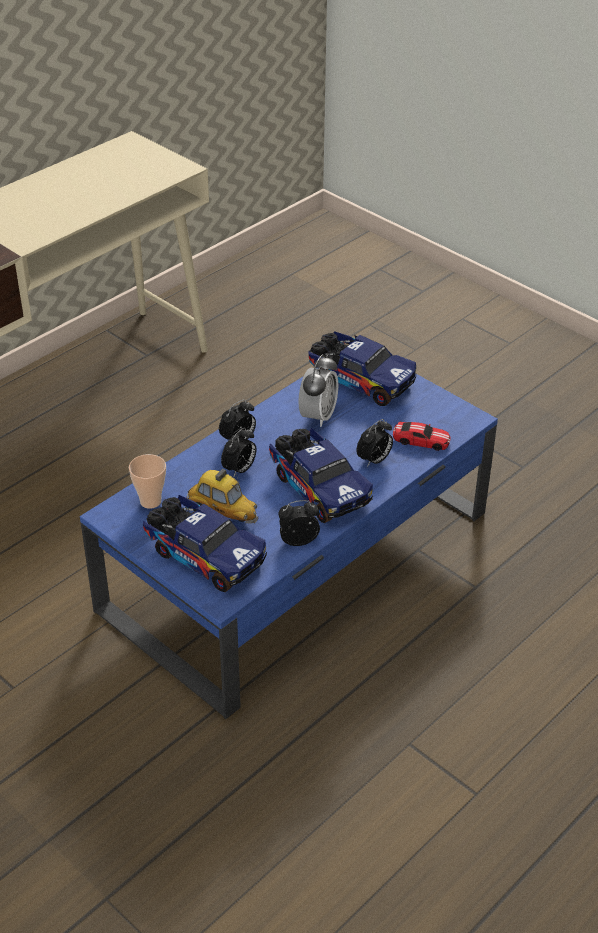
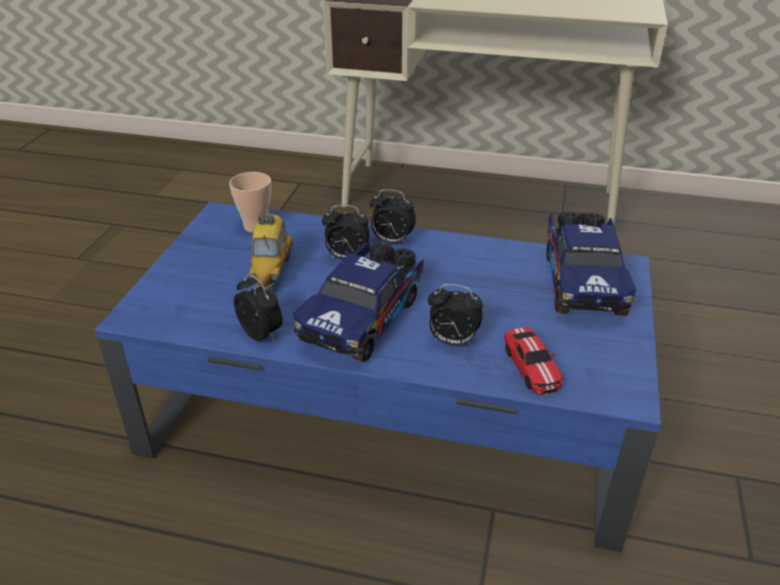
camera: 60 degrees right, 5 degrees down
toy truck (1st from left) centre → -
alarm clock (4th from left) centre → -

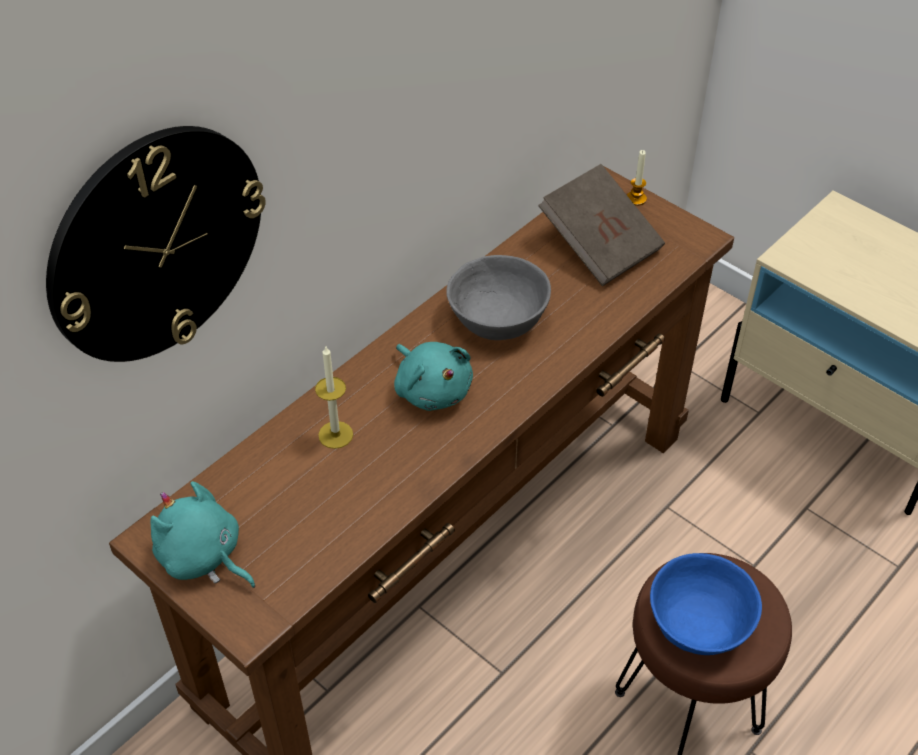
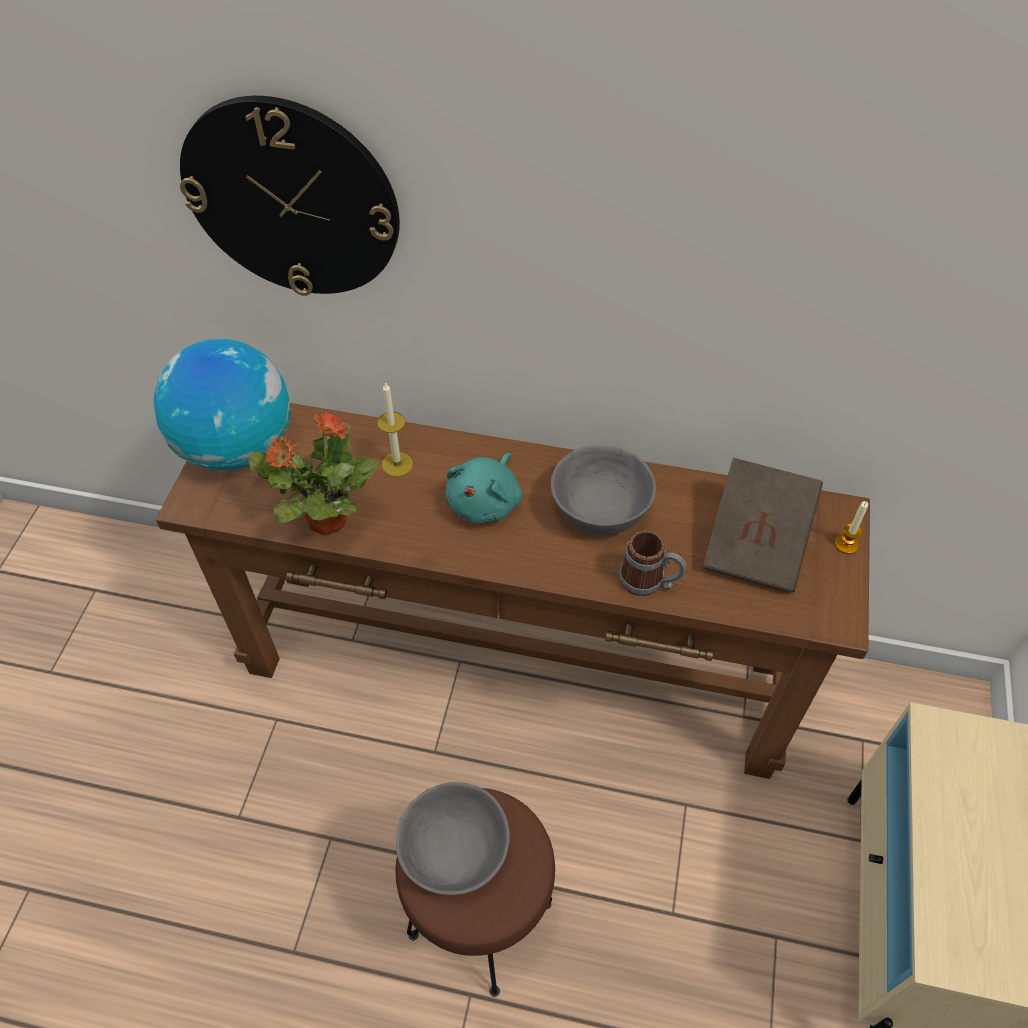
camera: 60 degrees right, 5 degrees up
plush toy/turquoise (1st from left) bottom left → globe middle left
bowl/blue bottom right → bowl/grey (1st from left) bottom centre
- → potted plant middle left
- → mug centre

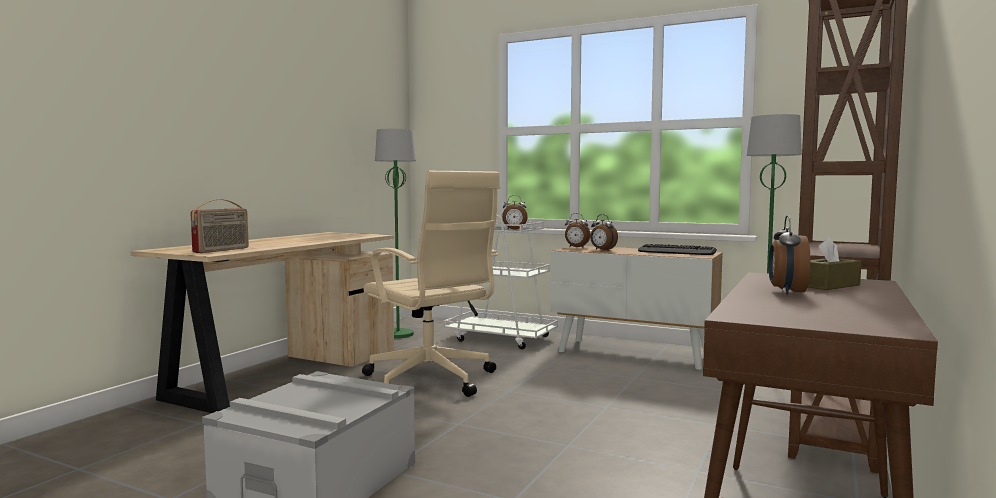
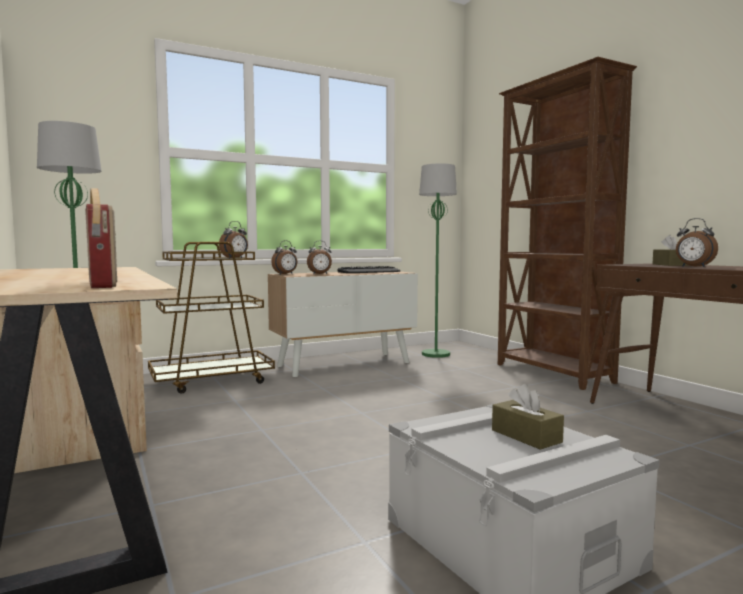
camera: 55 degrees left, 0 degrees up
office chair/beige centre → -
cart/white centre → cart/brown middle left
- → tissue box/brown (1st from left) bottom right

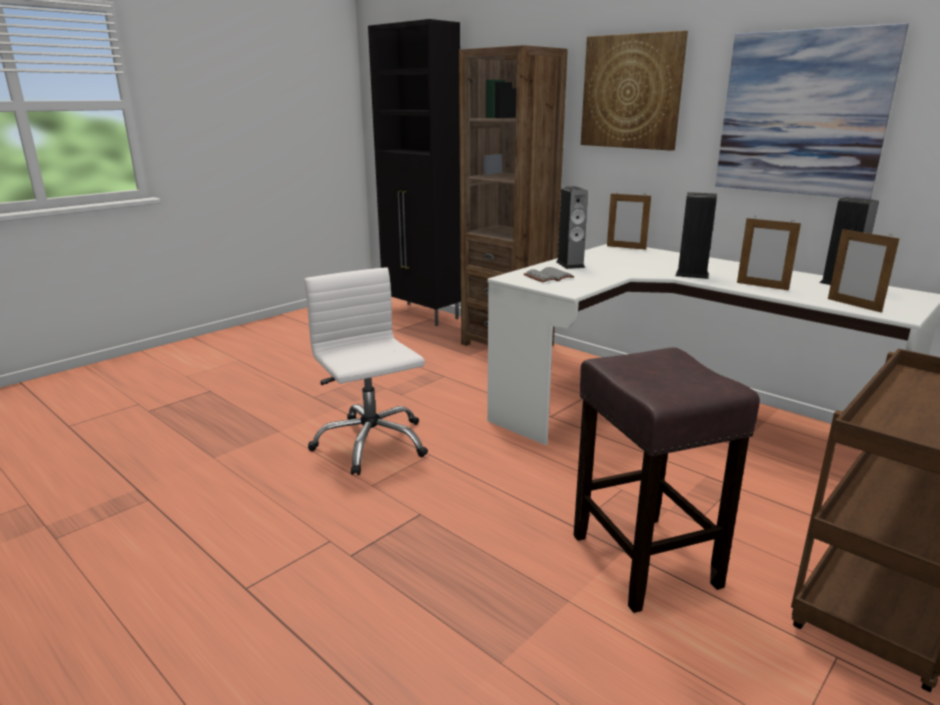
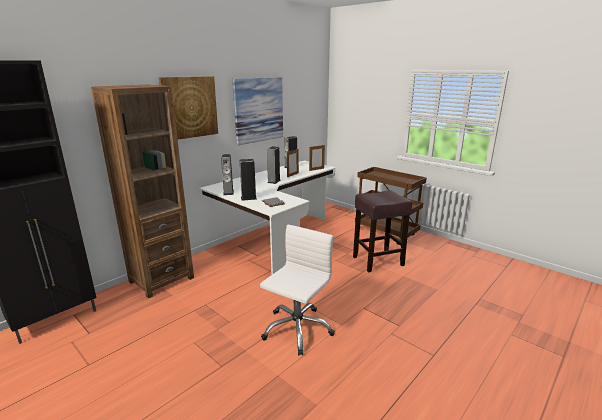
camera: 90 degrees left, 0 degrees up
office chair/white centre → office chair/white bottom centre, 150 degrees clockwise
picture frame (1st from left) top right → -
- → speaker (1st from left) centre

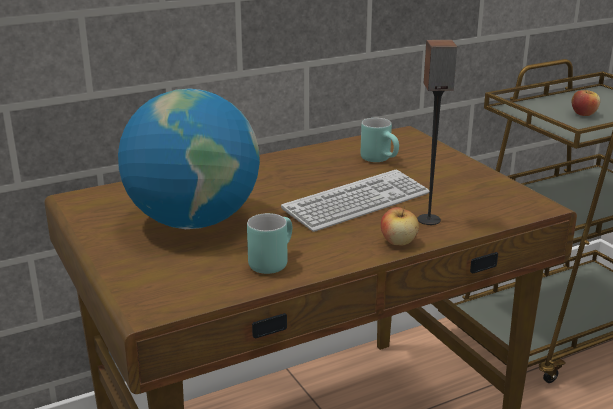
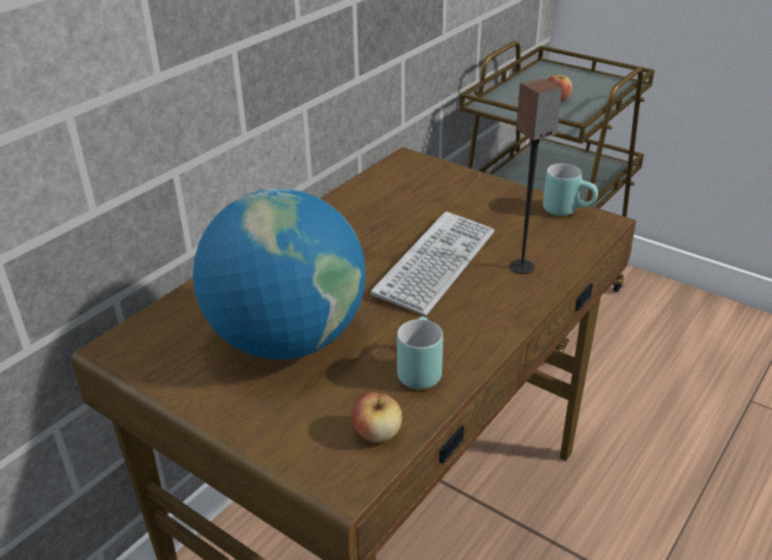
camera: 25 degrees left, 10 degrees up
mug/turquoise (2nd from left) centre → mug/turquoise (2nd from left) middle right, moved
apple (1st from left) centre → apple (1st from left) bottom centre, moved

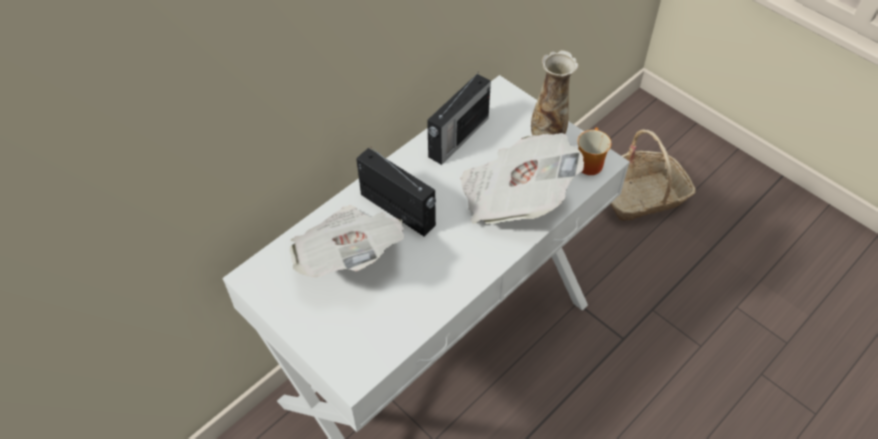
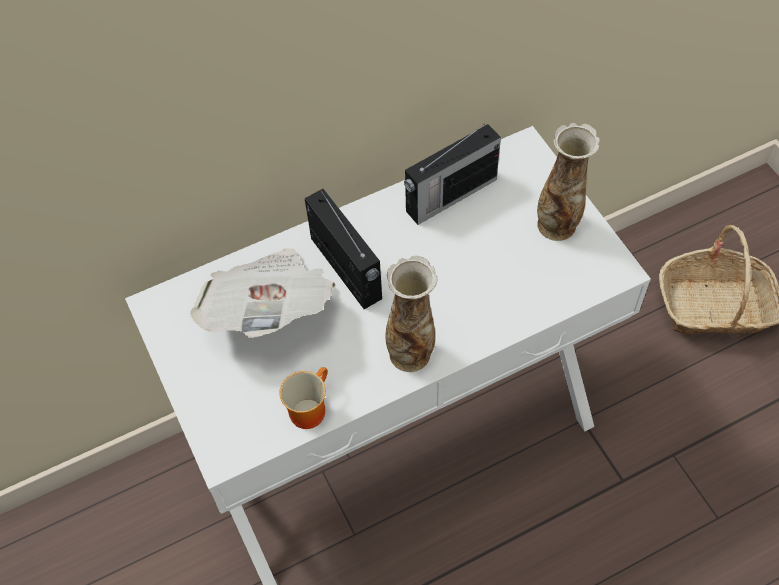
camera: 20 degrees right, 5 degrees up
newspaper (2nd from left) centre → -
mug middle right → mug bottom centre, moved
- → vase (1st from left) centre

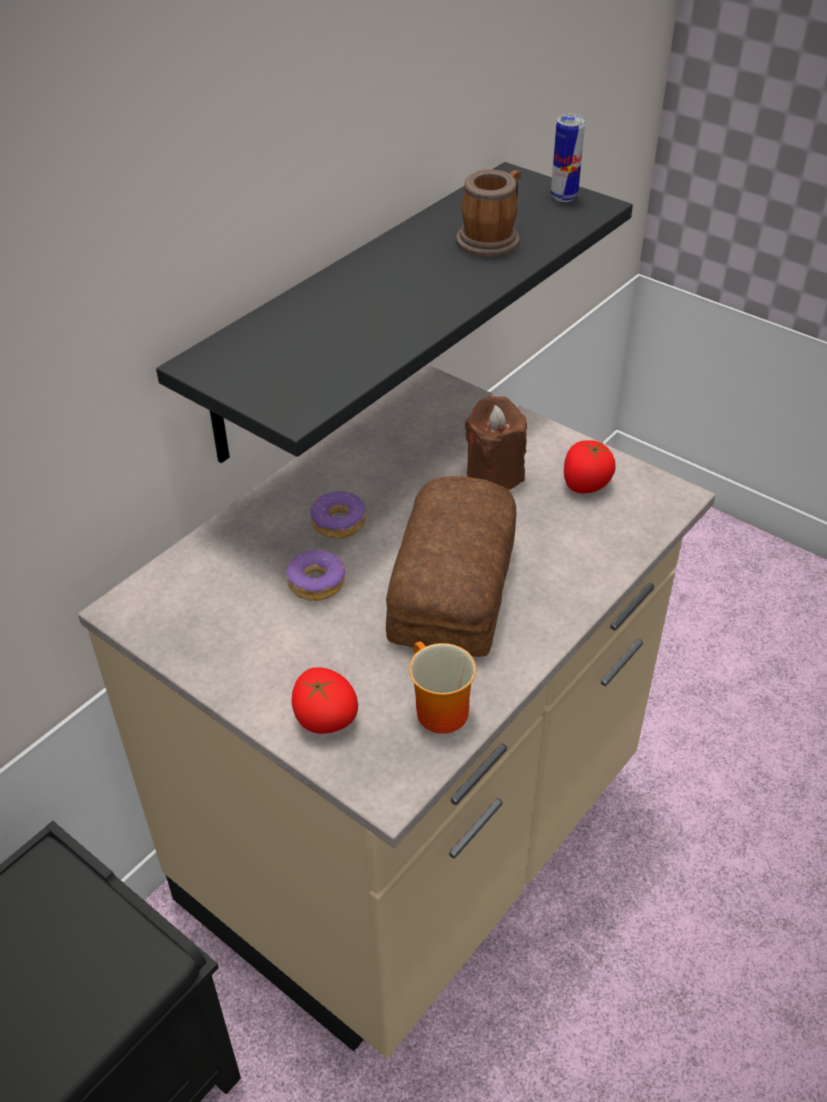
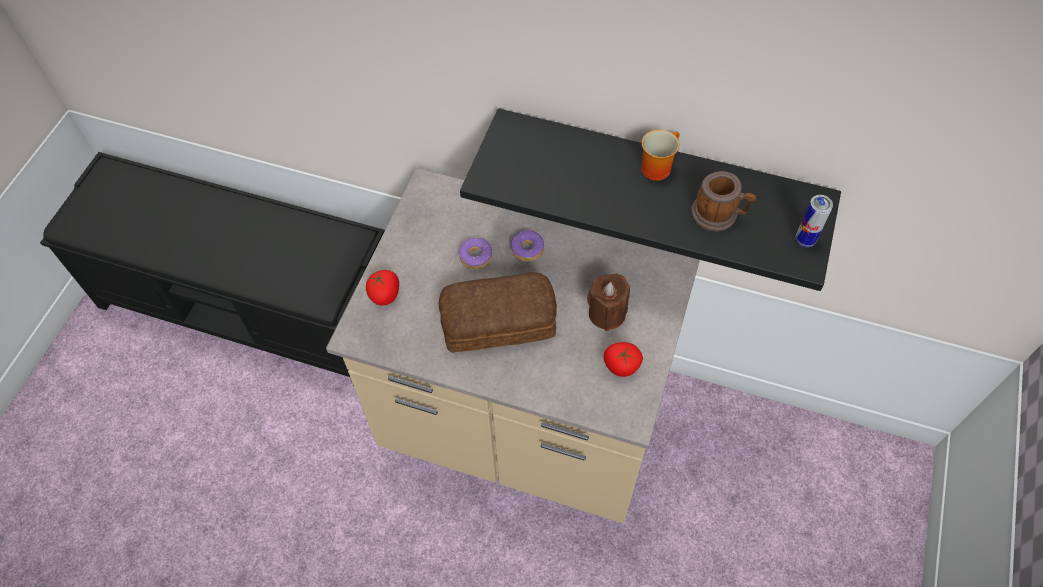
camera: 70 degrees right, 15 degrees up
mug (1st from left) centre → mug (1st from left) top centre, moved

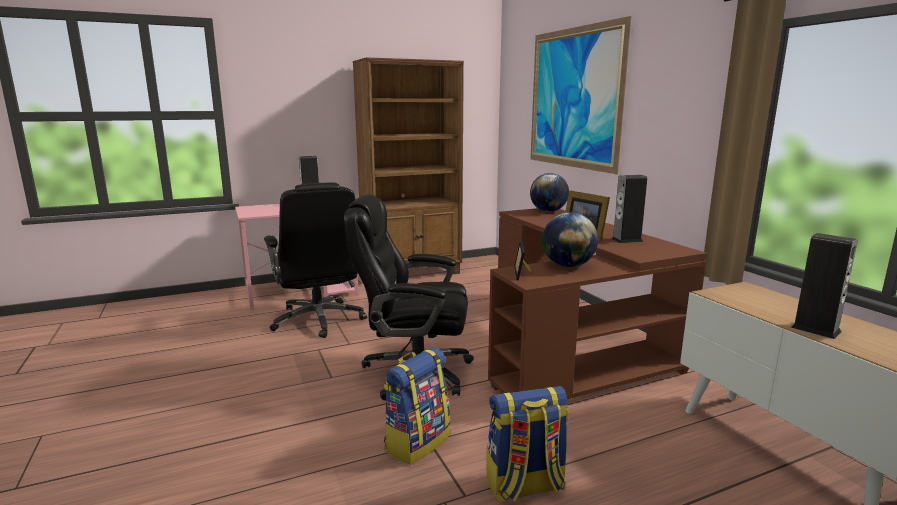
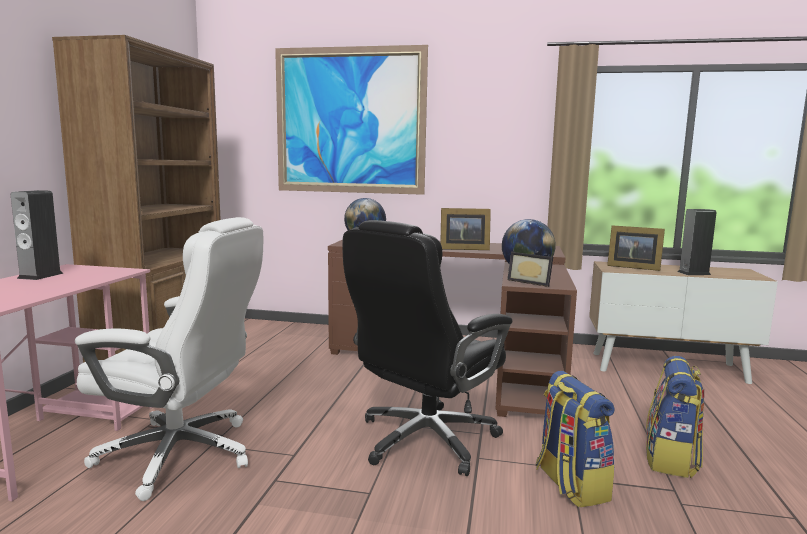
camera: 55 degrees left, 5 degrees down
office chair/black (1st from left) centre → office chair/white bottom left
speaker (2nd from left) middle right → -
- → picture frame (3rd from left) middle right

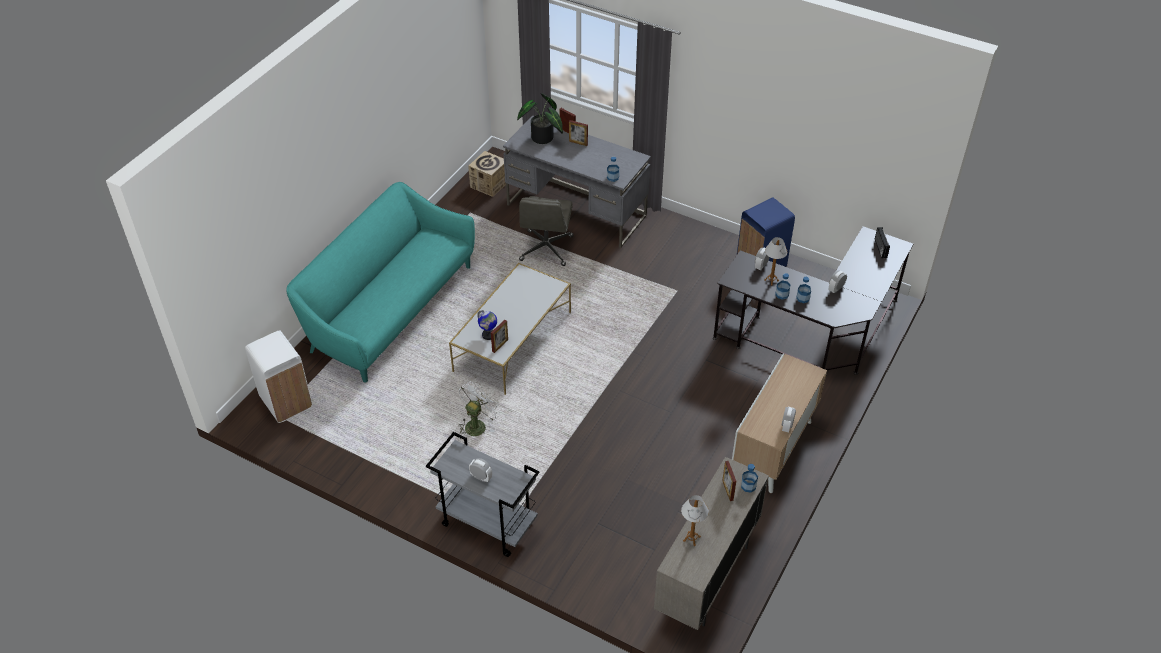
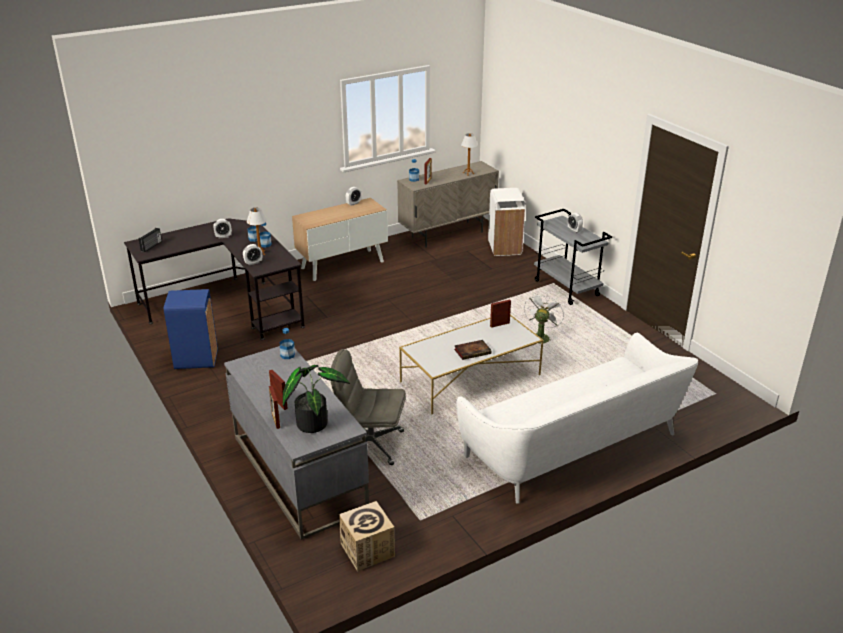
camera: 150 degrees left, 15 degrees down
trash can/white middle left → trash can/white centre, moved
sofa/turquoise middle left → sofa/white middle right
fan/white centre, 135 degrees clockwise
globe centre → -
office chair/grey centre, 120 degrees counterclockwise
- → book centre

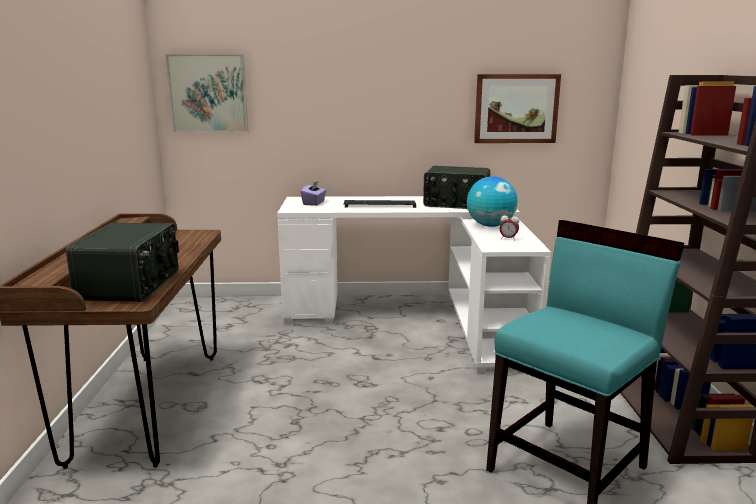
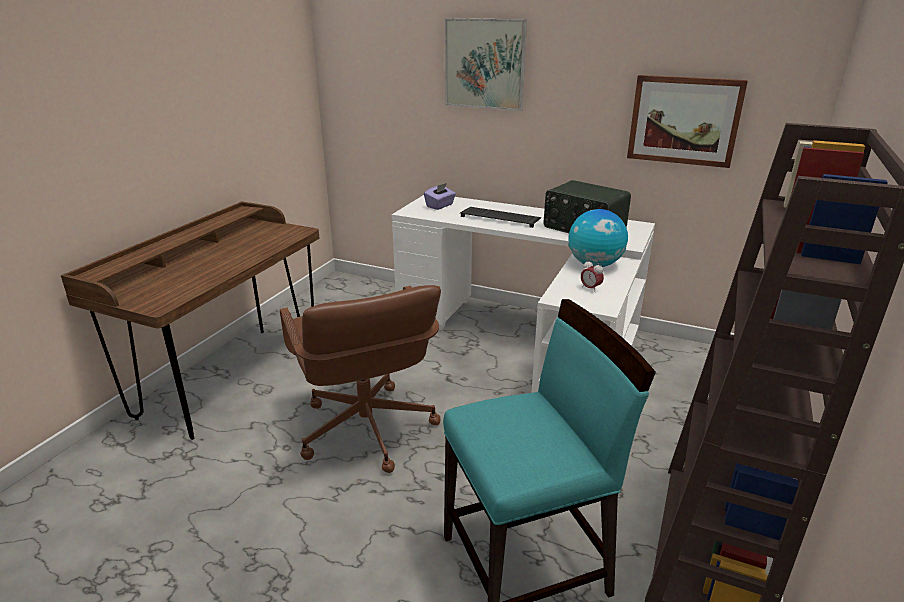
camera: 25 degrees right, 10 degrees up
radio (1st from left) middle left → -
picture (1st from left) top left → picture (1st from left) top centre, moved
- → office chair/brown centre

